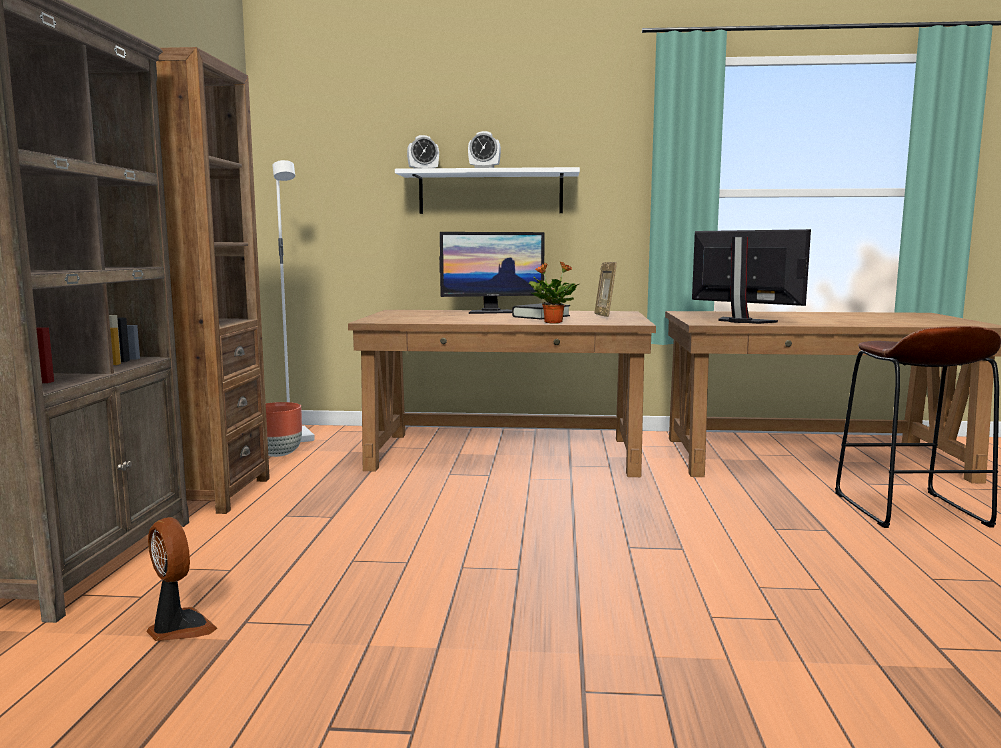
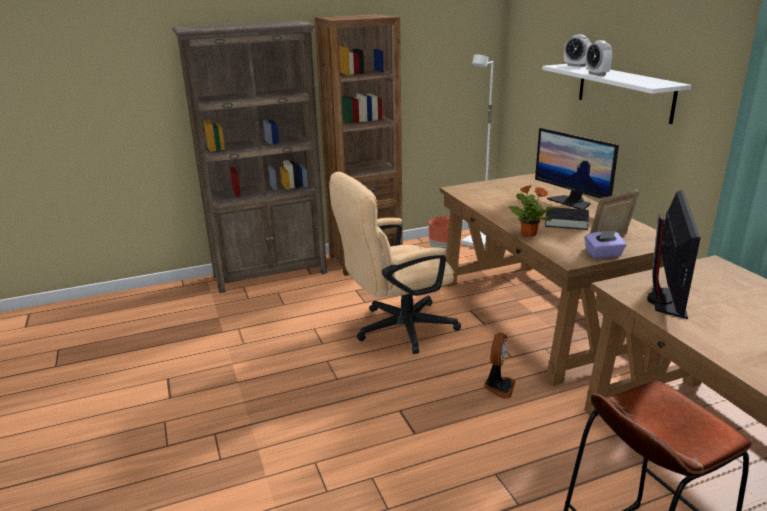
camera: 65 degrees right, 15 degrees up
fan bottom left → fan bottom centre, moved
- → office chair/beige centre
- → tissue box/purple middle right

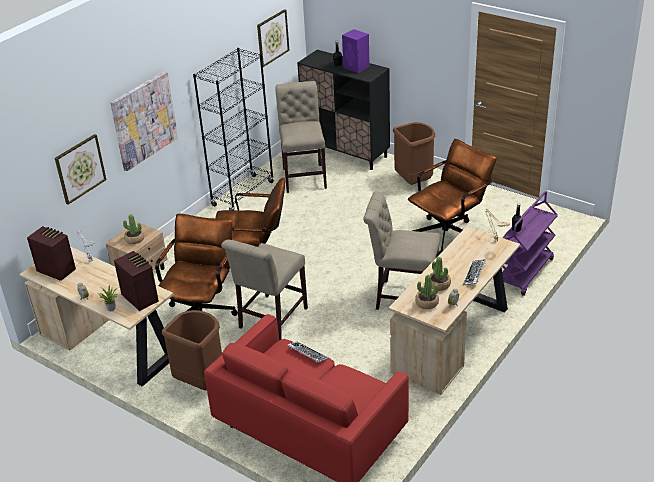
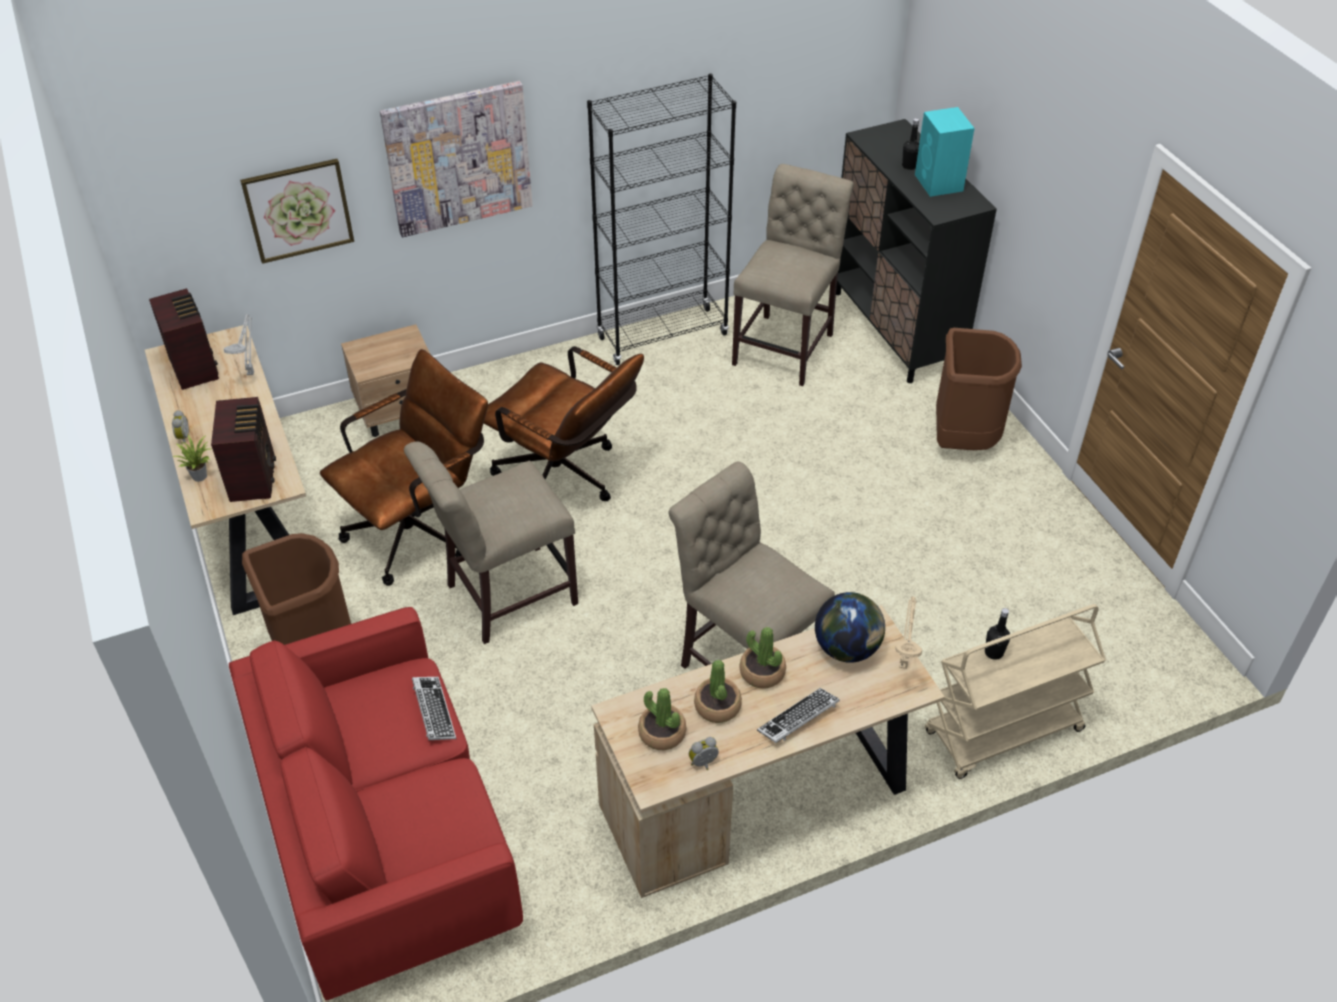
camera: 30 degrees right, 10 degrees up
potted plant (2nd from left in the first image) middle left → potted plant (4th from left) centre, moved
picture (3rd from left) top centre → -
speaker/purple top centre → speaker/turquoise top right
office chair/brown (3rd from left) middle right → -
cart/purple middle right → cart/beige bottom right
- → globe centre

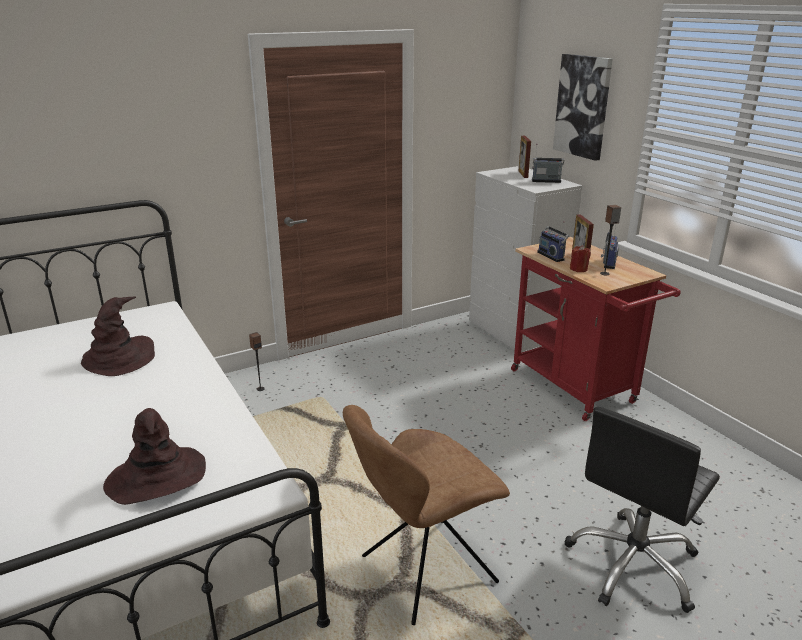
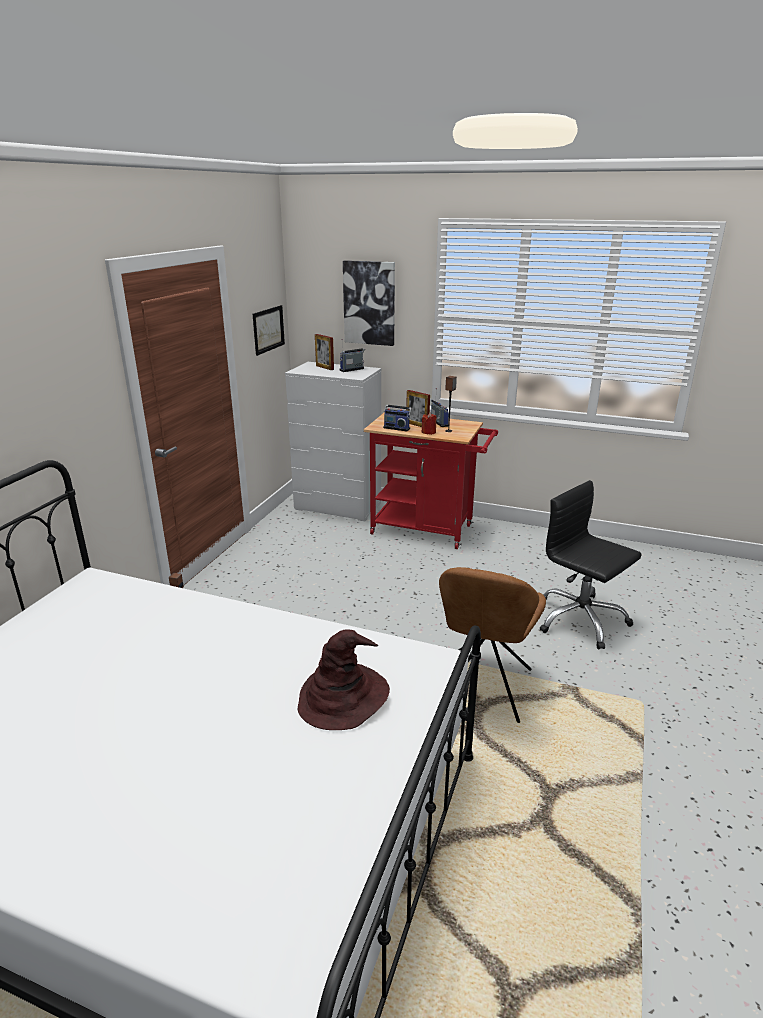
camera: 40 degrees left, 0 degrees up
hat/brown (1st from left) middle left → -
office chair/black bottom right → office chair/black middle right, 135 degrees clockwise
- → picture (1st from left) top centre

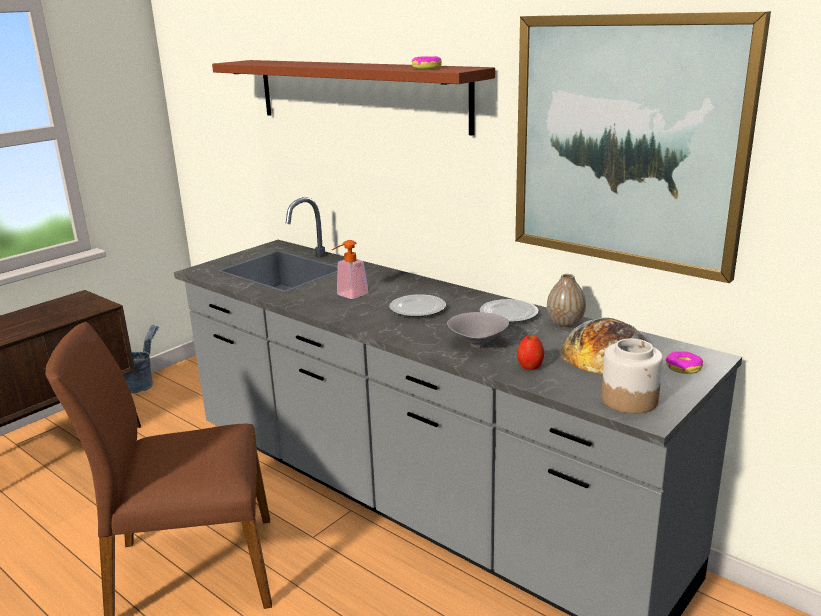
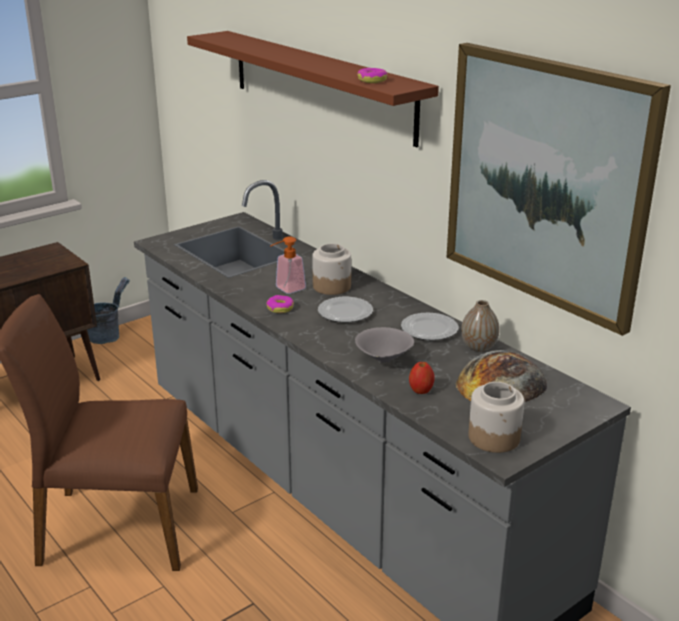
camera: 10 degrees right, 5 degrees up
donut (2nd from left in the first image) middle right → donut (1st from left) centre, moved
- → jar (1st from left) centre

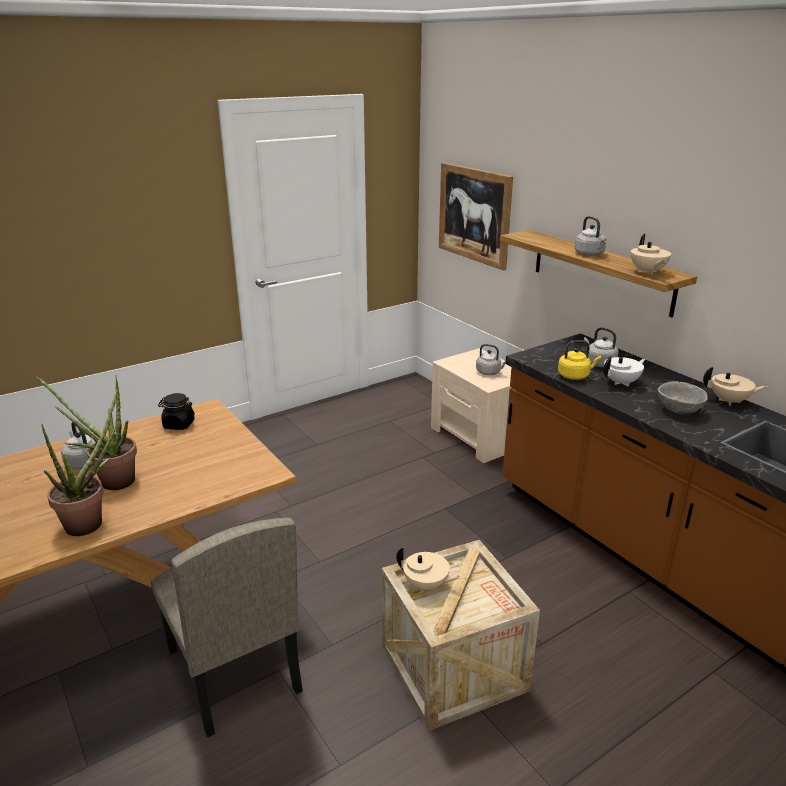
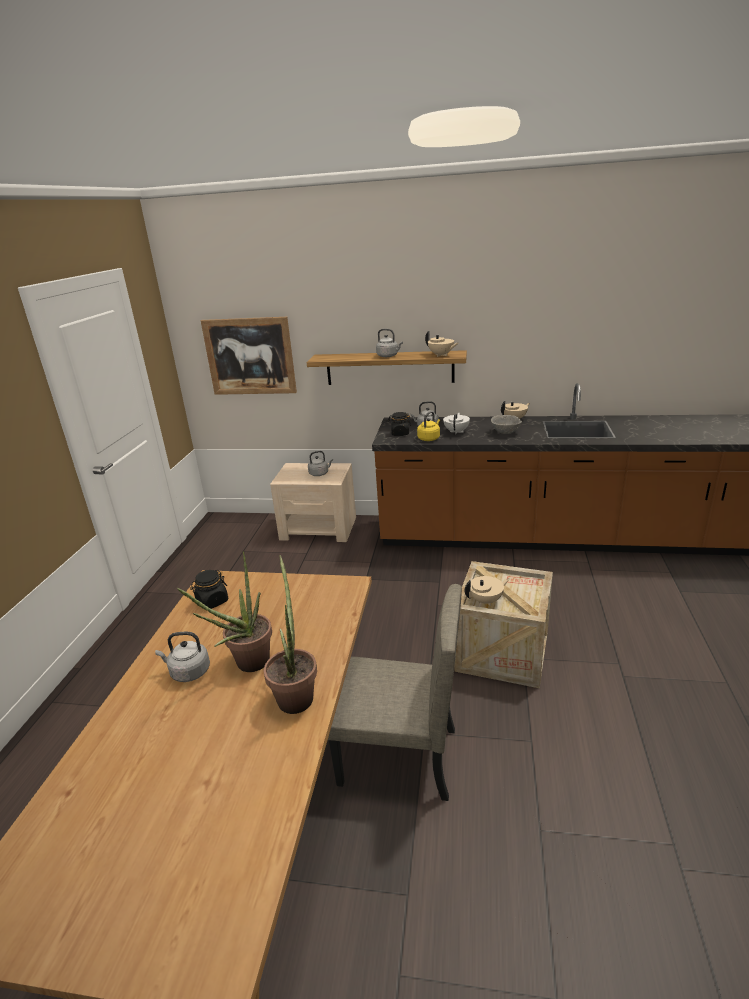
camera: 45 degrees left, 0 degrees up
- → jar/black (2nd from left) centre

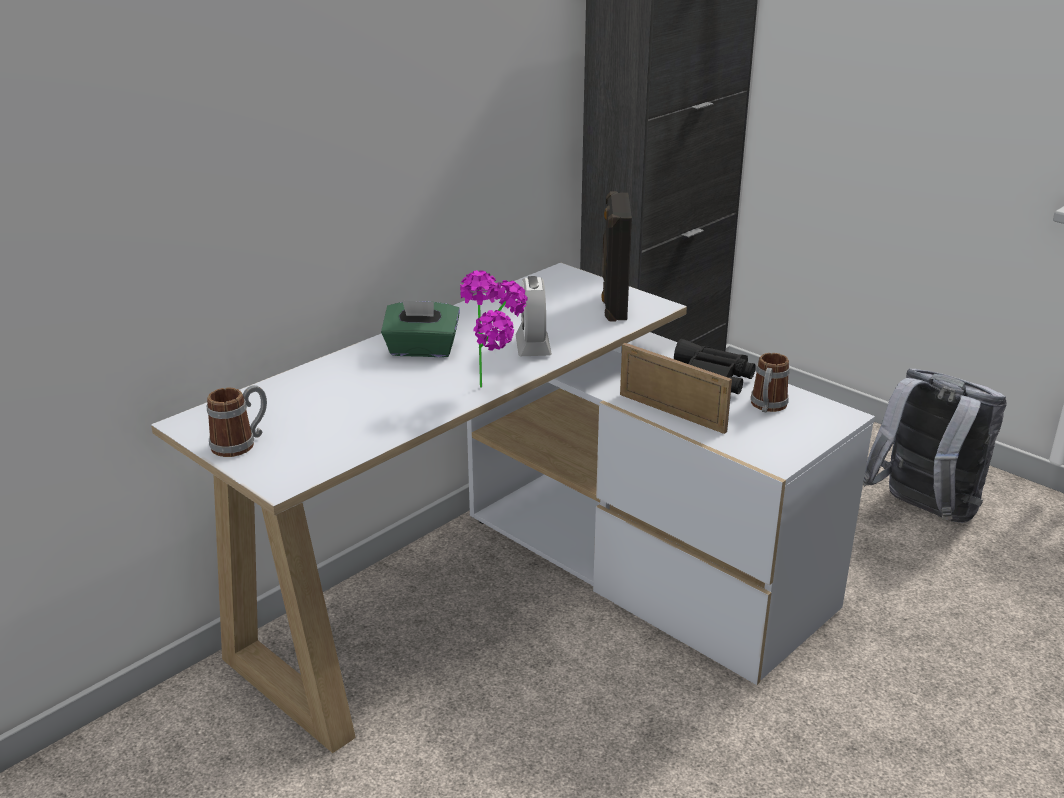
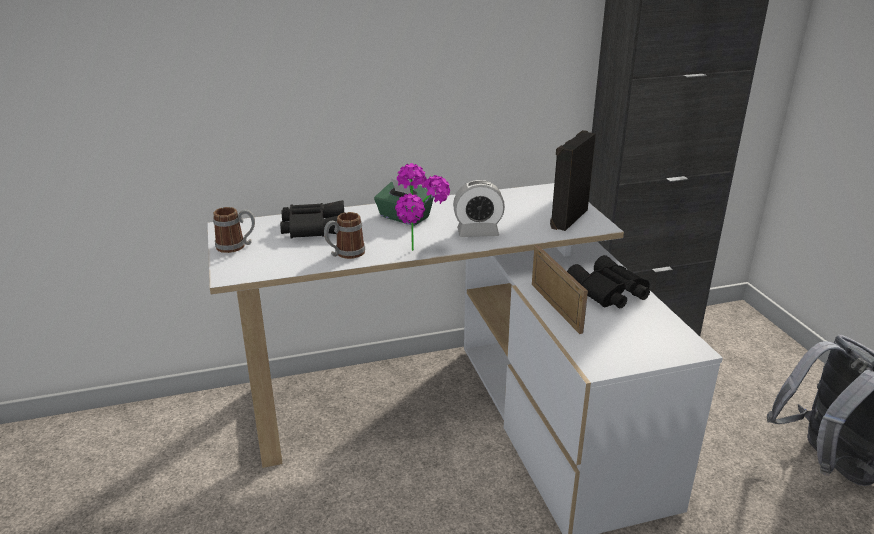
camera: 30 degrees right, 0 degrees up
alarm clock centre, 120 degrees counterclockwise
mug (2nd from left) middle right → mug (2nd from left) centre, moved
- → binoculars/black (1st from left) centre

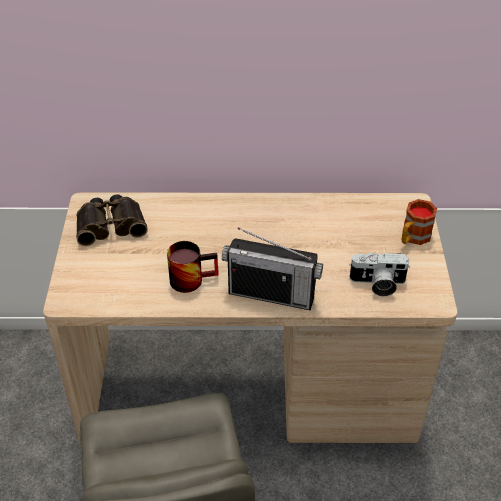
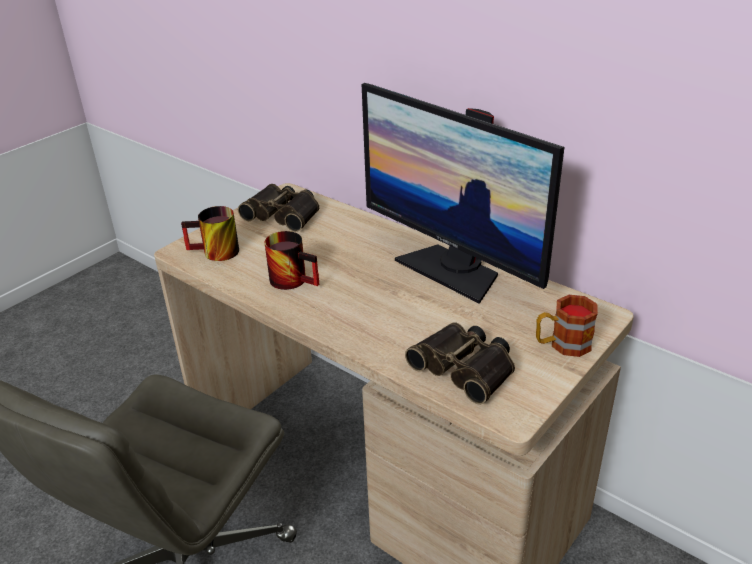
camera: 40 degrees right, 10 degrees down
radio centre → -
photo camera middle right → binoculars (2nd from left) centre
- → mug (1st from left) middle left
- → monitor centre

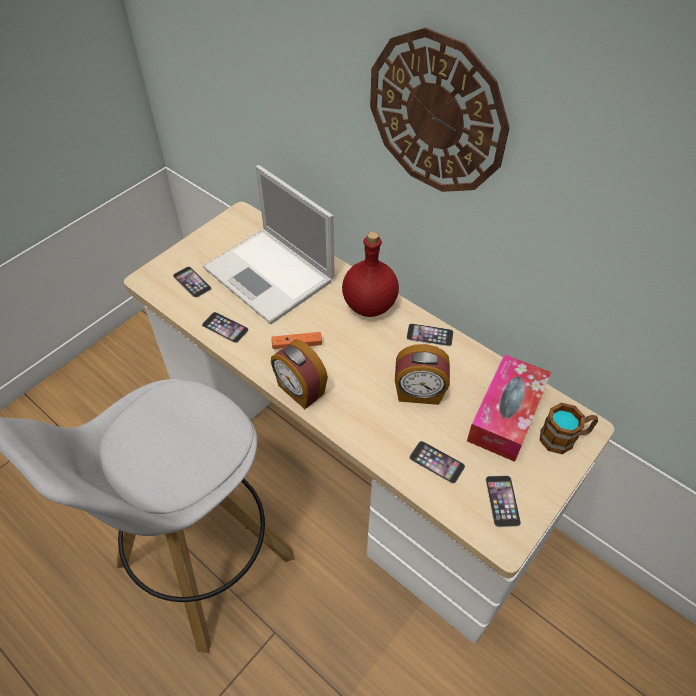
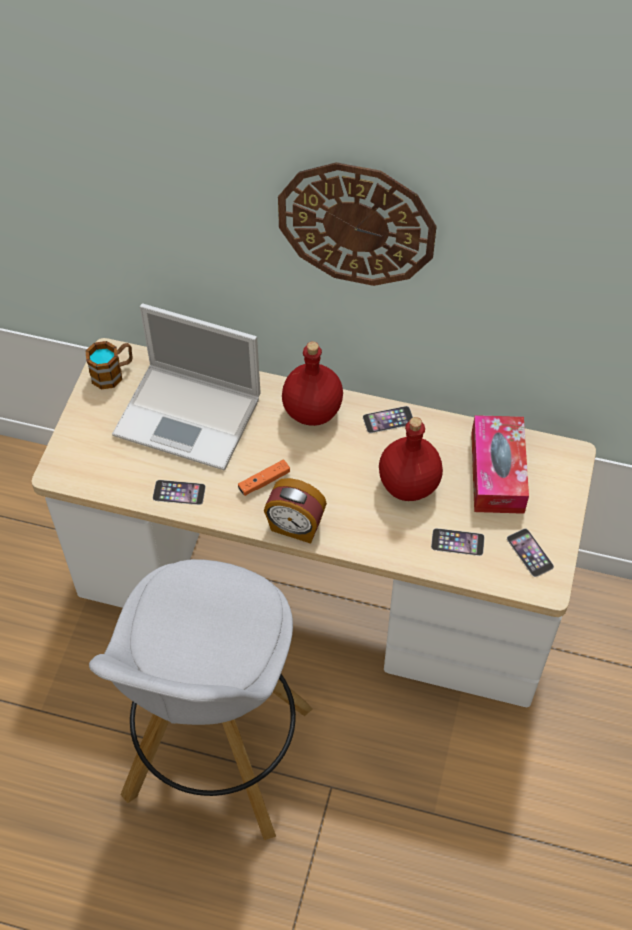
camera: 25 degrees left, 5 degrees up
phone (1st from left) middle left → -
alarm clock (2nd from left) centre → bottle/red (2nd from left) centre
mug middle right → mug middle left, moved

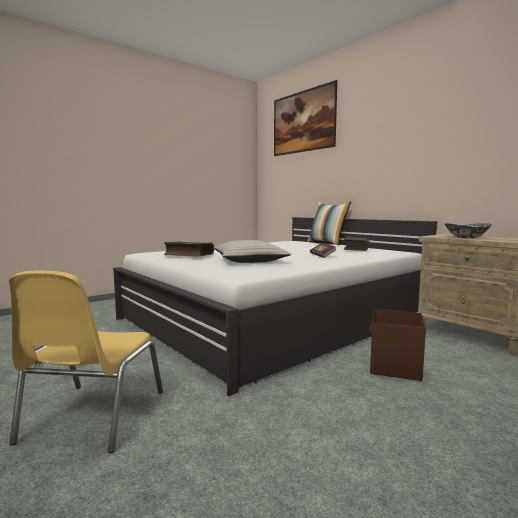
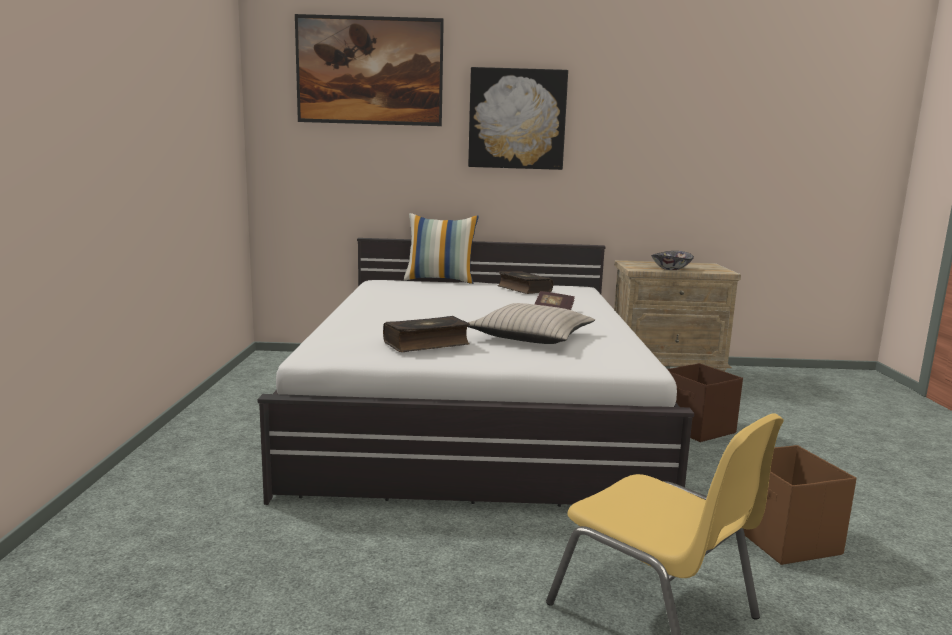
camera: 50 degrees left, 5 degrees up
- → picture (2nd from left) top centre
- → storage box/brown (2nd from left) bottom right

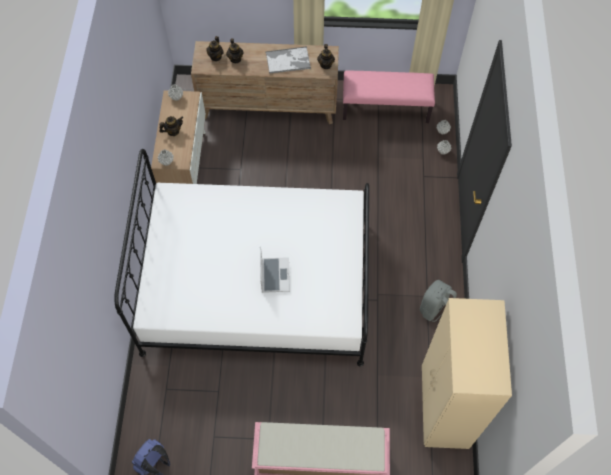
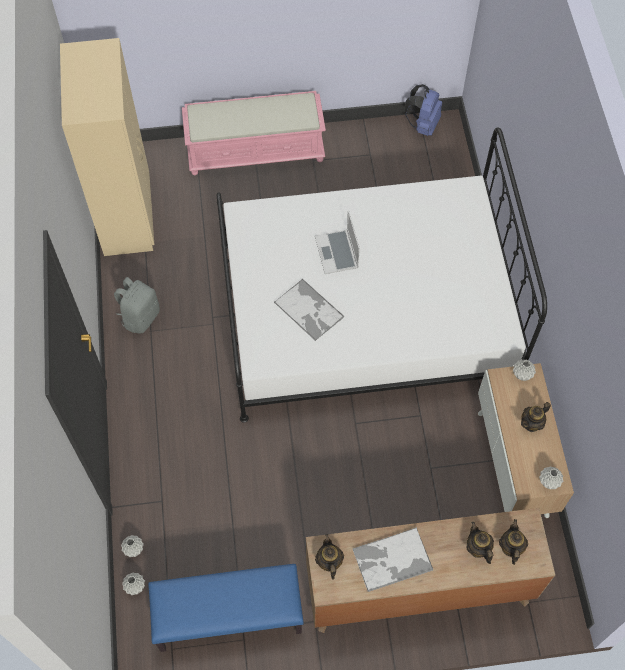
camera: 170 degrees right, 0 degrees up
bench/pink (2nd from left) top centre → bench/blue bottom centre
- → tray (1st from left) centre

